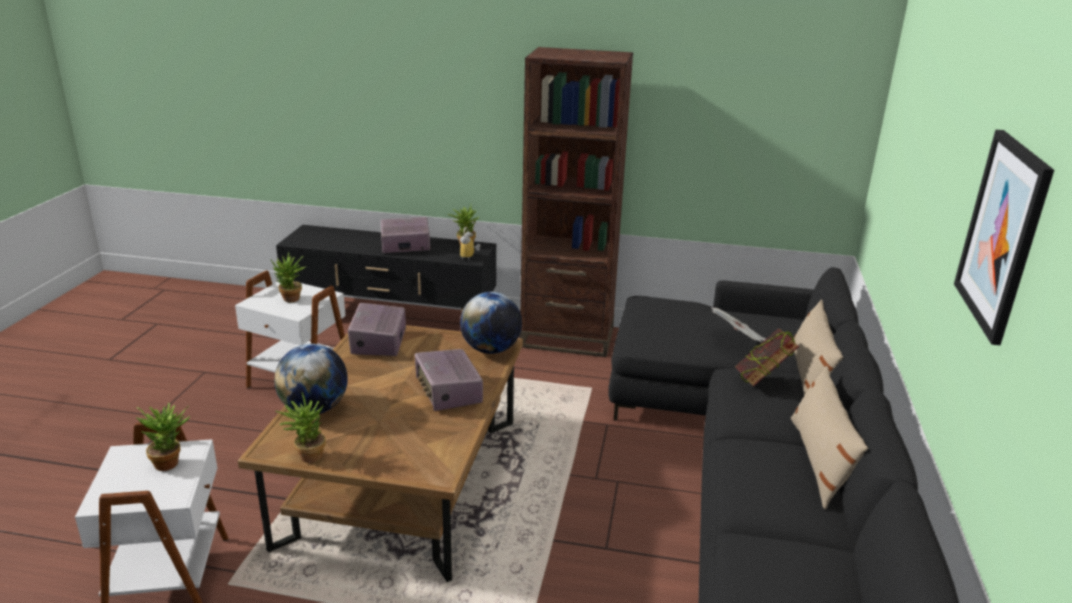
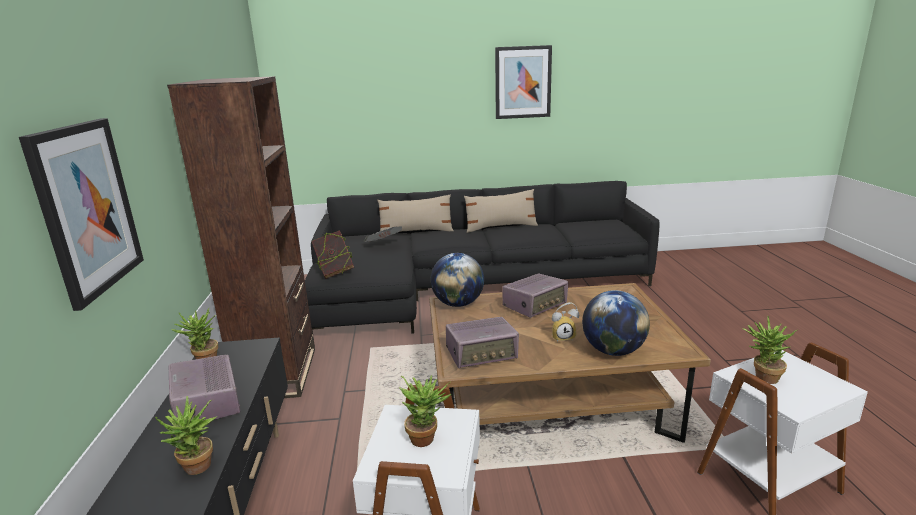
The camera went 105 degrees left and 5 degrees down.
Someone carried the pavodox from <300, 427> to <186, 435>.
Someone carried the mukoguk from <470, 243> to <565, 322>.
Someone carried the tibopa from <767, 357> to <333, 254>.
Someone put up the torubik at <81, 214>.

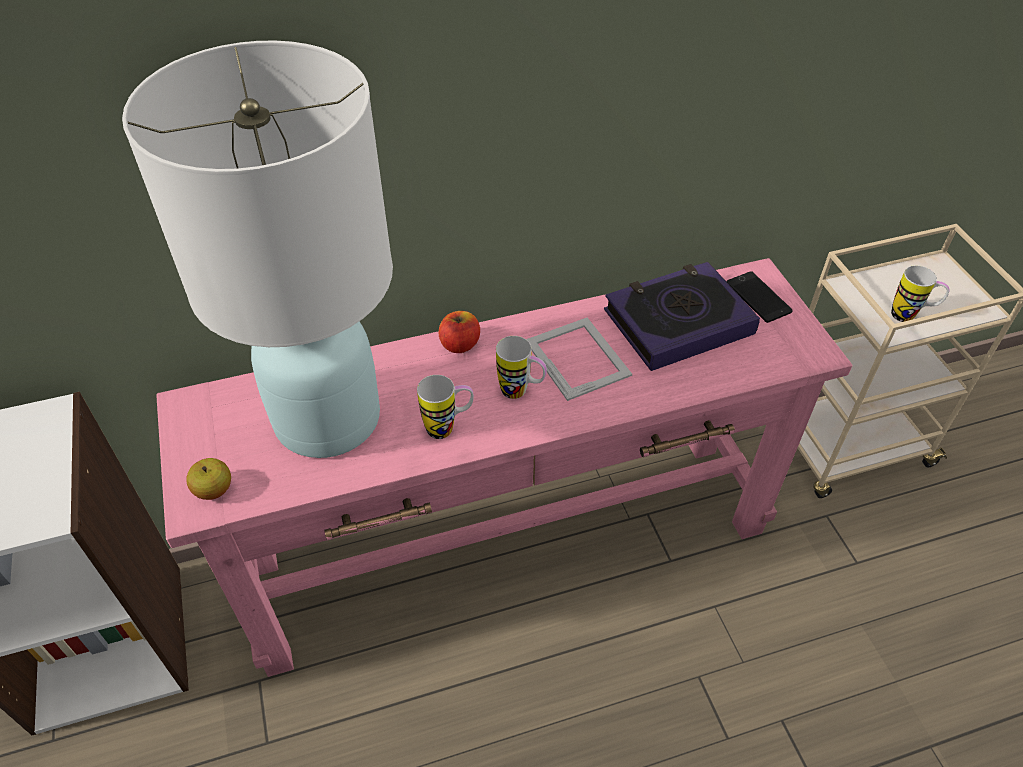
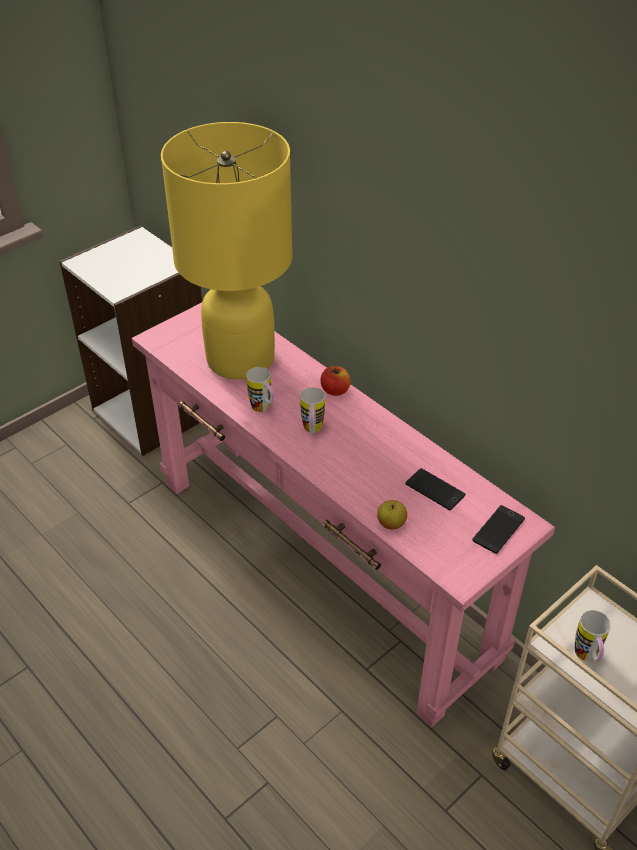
The camera went 65 degrees right and 5 degrees down.
Someone repainted the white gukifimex at <257, 249>, which became the yellow gukifimex at <227, 251>.
Someone carried the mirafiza from <208, 479> to <392, 514>.
Someone took away the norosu at <579, 359>.
Someone swapped the tibopa at <682, 316> for the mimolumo at <435, 489>.

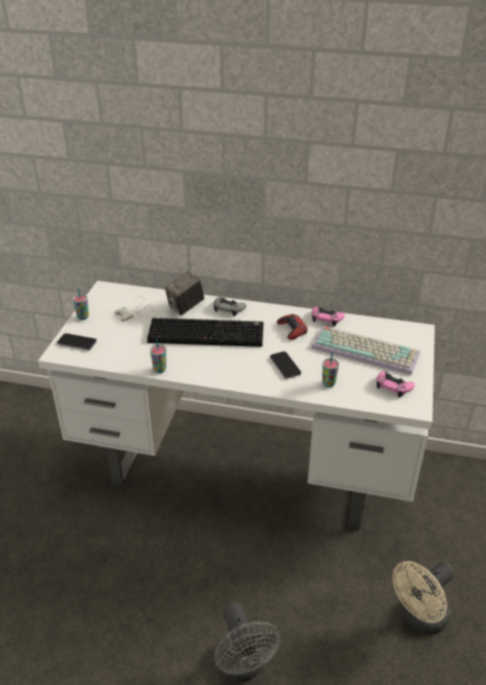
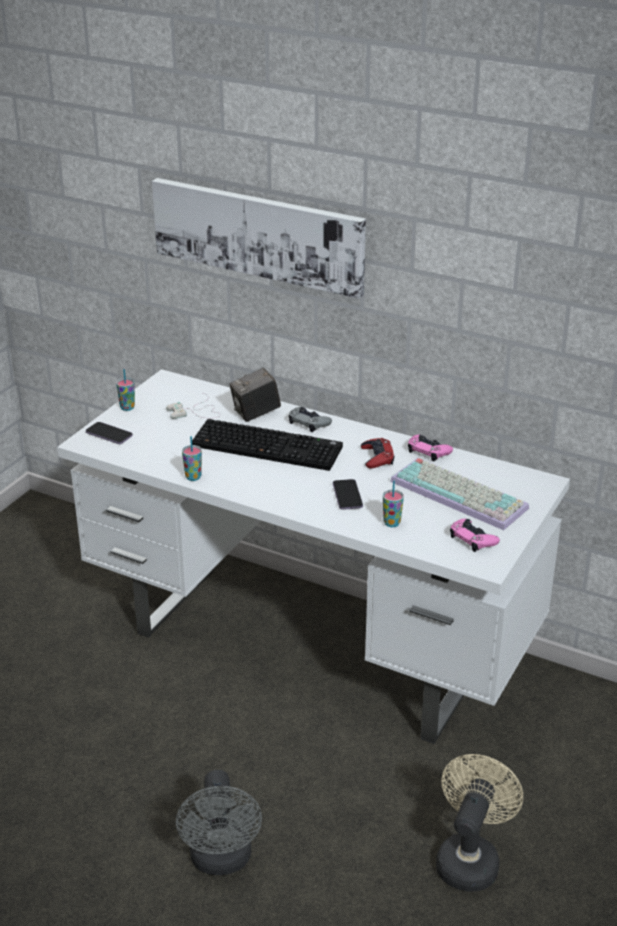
The camera went 15 degrees right and 5 degrees down.
Someone rotated the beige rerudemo at <423, 598> by 135 degrees clockwise.
Someone put up the torubik at <259, 238>.

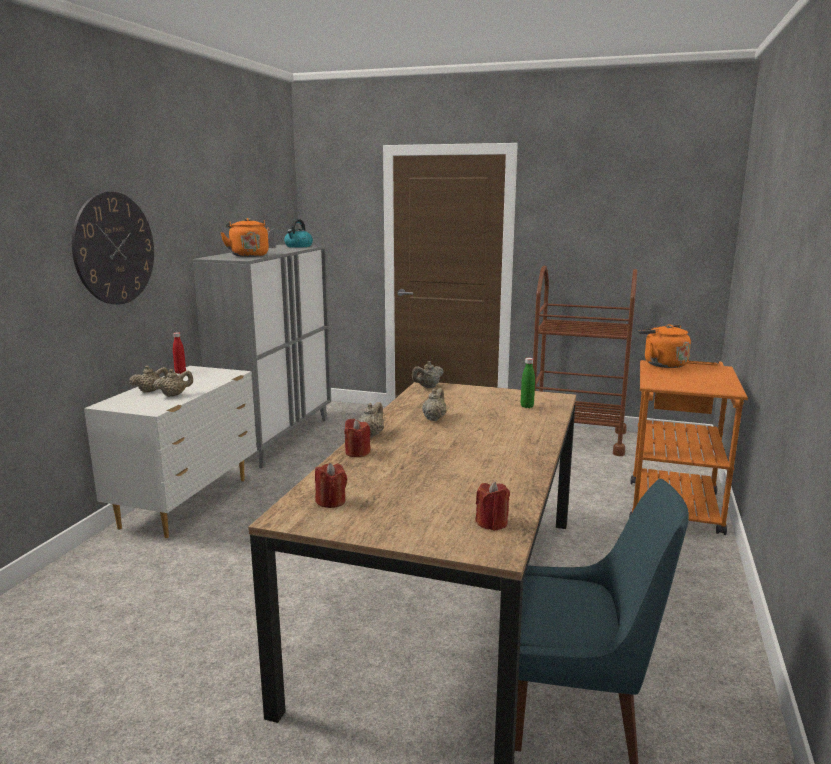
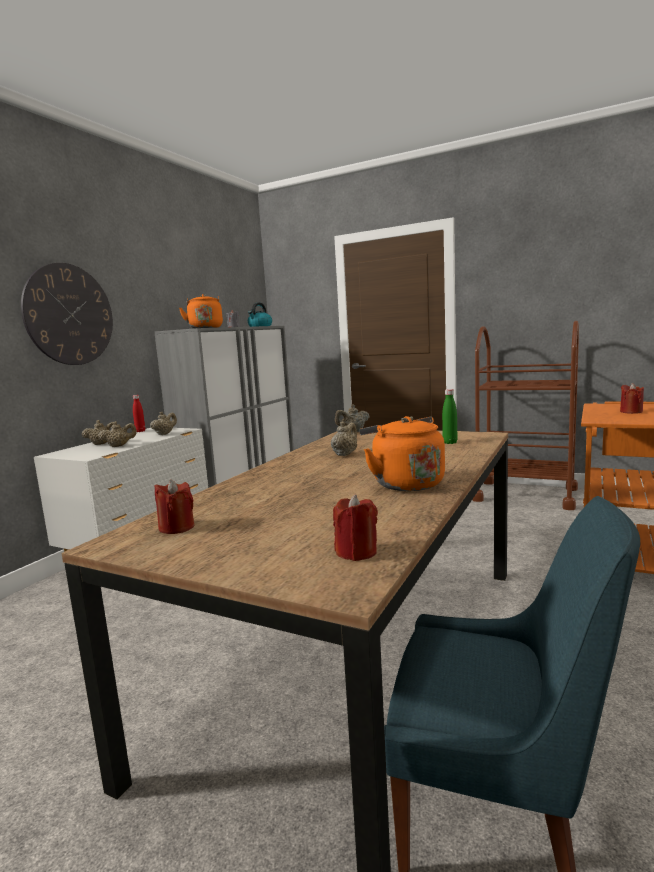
The camera went 10 degrees right and 5 degrees down.
Someone carried the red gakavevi from <357, 438> to <632, 398>.
Someone carried the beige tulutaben from <371, 420> to <163, 423>.
Someone carried the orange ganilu from <664, 346> to <402, 453>.

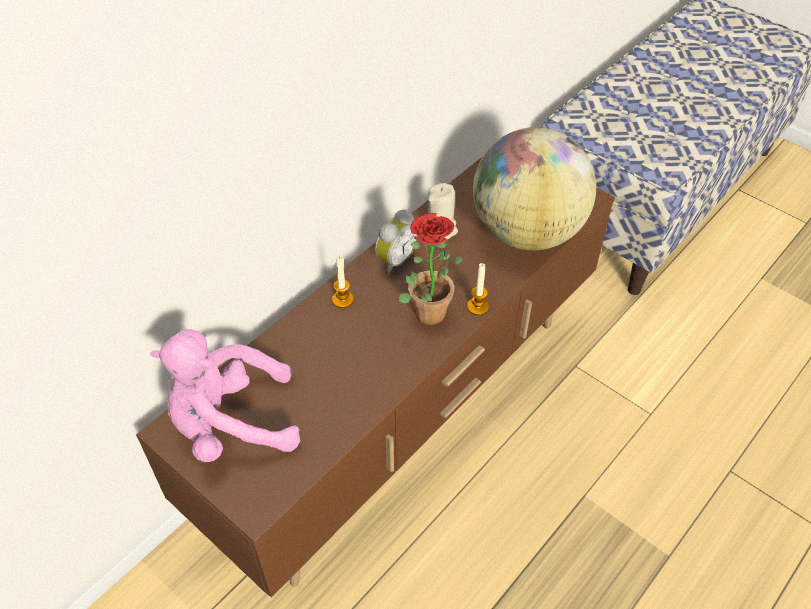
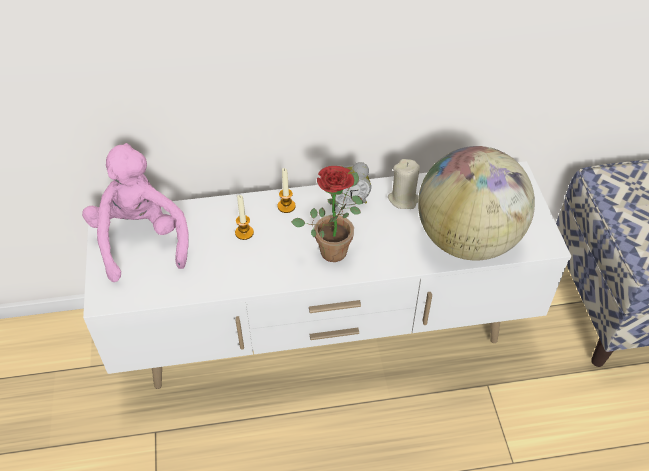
The camera went 40 degrees right and 0 degrees up.
Someone repainted the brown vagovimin at <375, 377>, which became the white vagovimin at <327, 275>.
Someone rotated the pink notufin at <225, 395> by 45 degrees clockwise.
Someone carried the gakavevi from <478, 289> to <244, 217>.

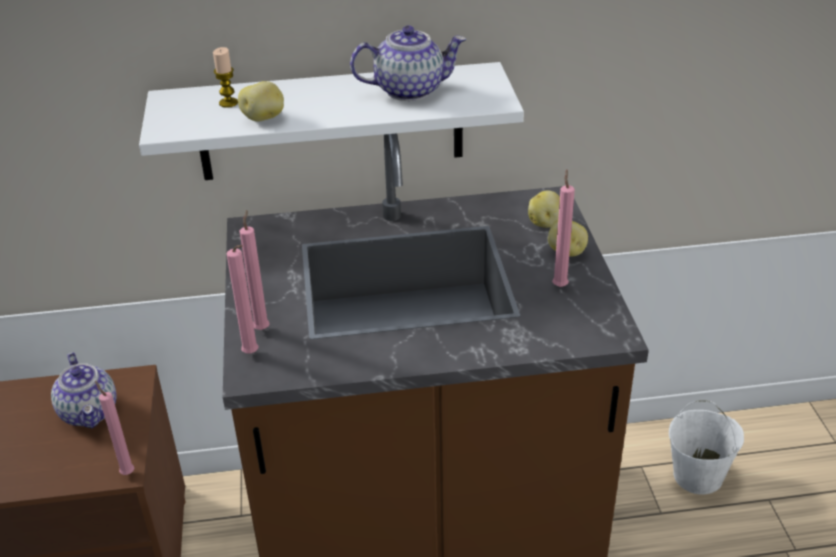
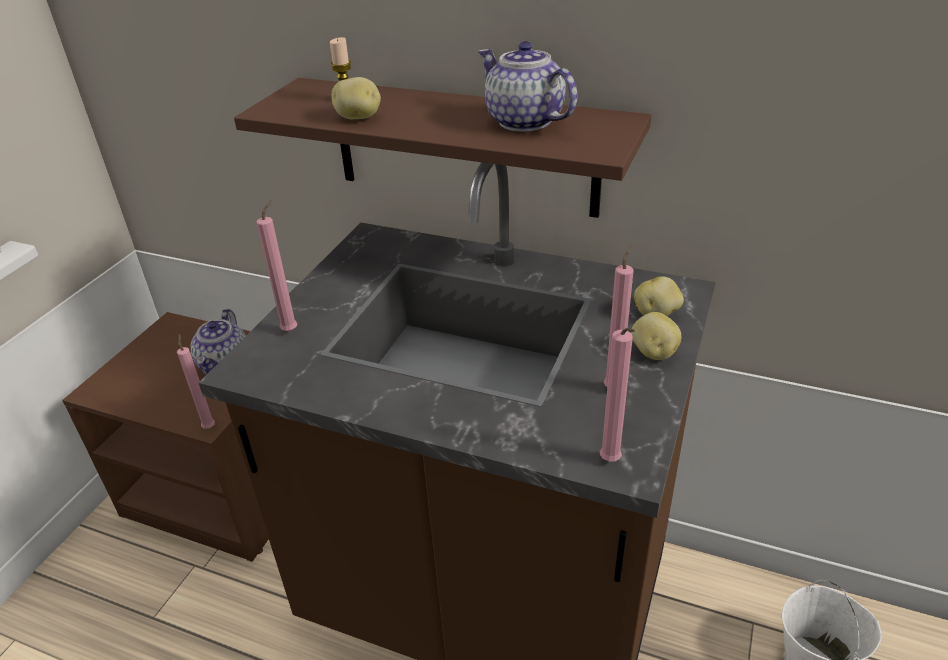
The camera went 30 degrees right and 0 degrees up.
Someone repainted the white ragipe at <331, 121>, which became the brown ragipe at <442, 148>.
Someone carried the pink gakavevi from <243, 299> to <617, 394>.
Someone rotated the tulutaben at <408, 63> by 150 degrees counterclockwise.

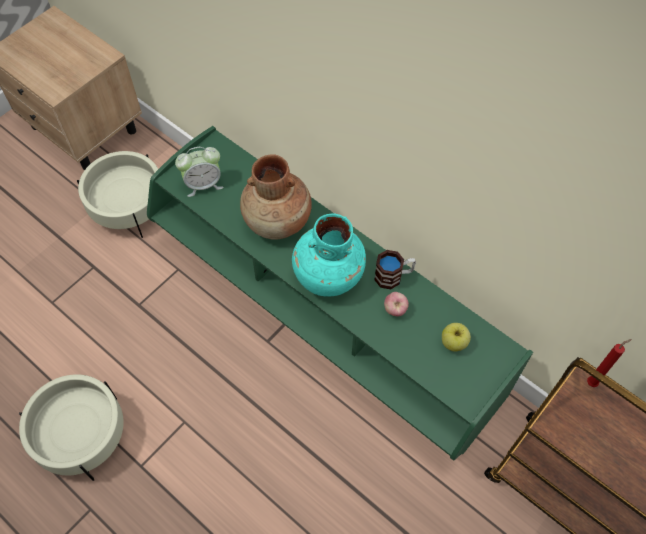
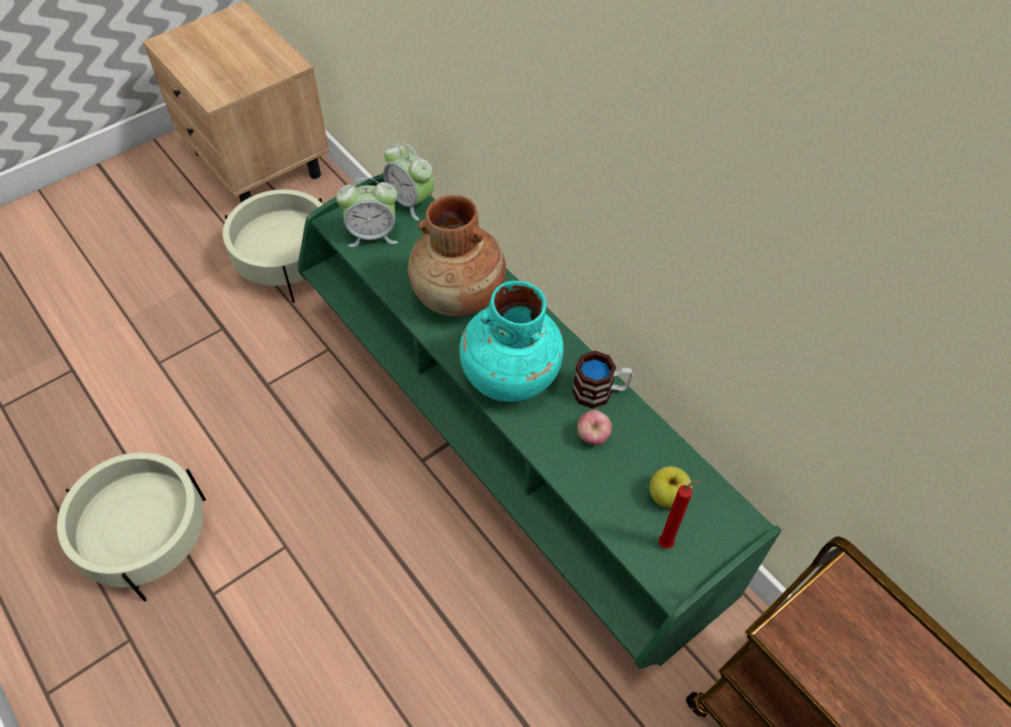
The camera went 10 degrees right and 5 degrees down.
Someone carried the red gakavevi from <609, 363> to <680, 514>.
Someone put down the mukoguk at <408, 182>.

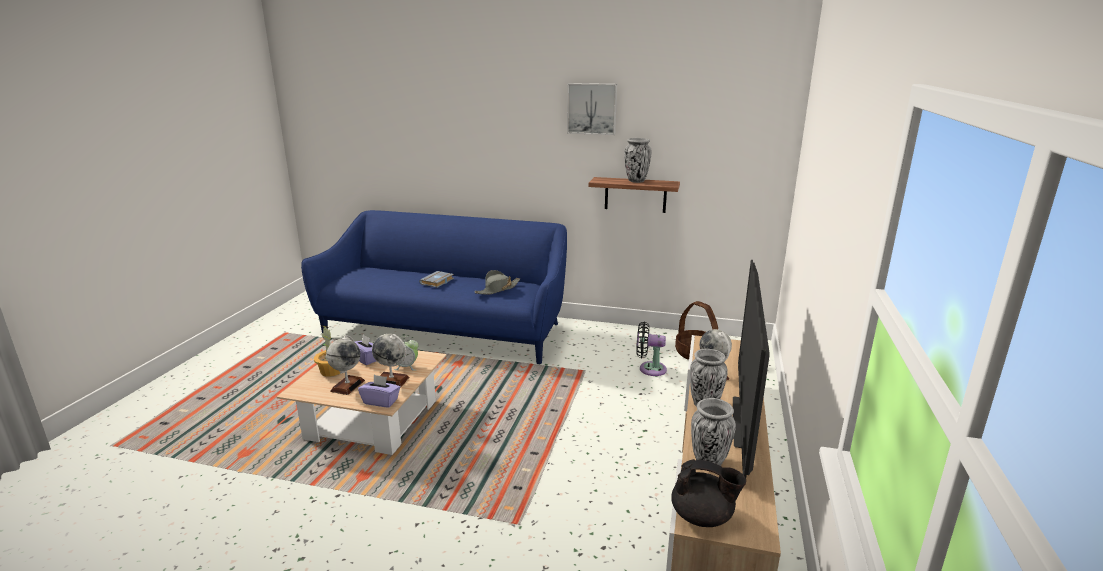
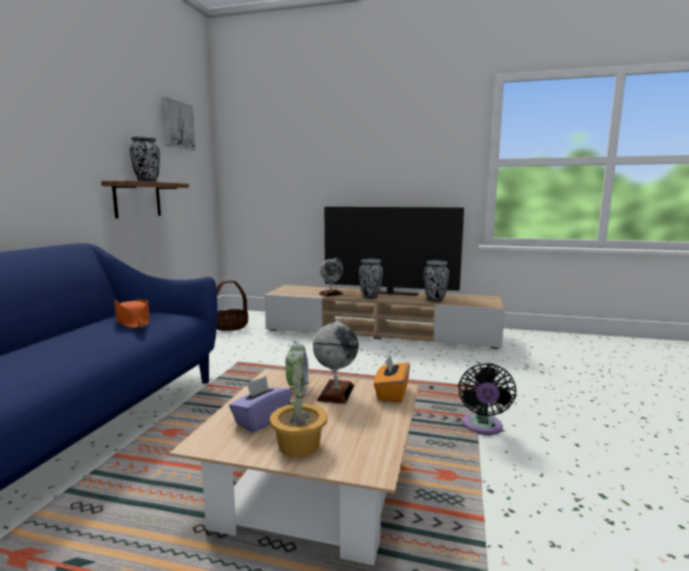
The camera went 90 degrees left and 10 degrees down.
Someone took away the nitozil at <345, 365>.
Someone repainted the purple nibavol at <379, 391>, which became the orange nibavol at <392, 378>.
Someone took away the grey tibopa at <436, 279>.
Someone repainted the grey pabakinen at <497, 282>, which became the orange pabakinen at <131, 313>.
Someone carried the torubik from <592, 109> to <178, 123>.
Someone carried the black rerudemo from <651, 349> to <487, 399>.
Someone took away the black tulutaben at <708, 493>.

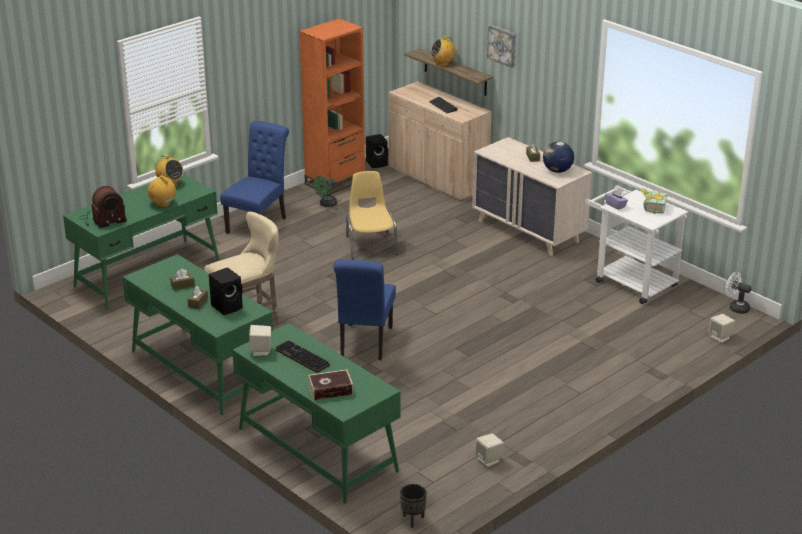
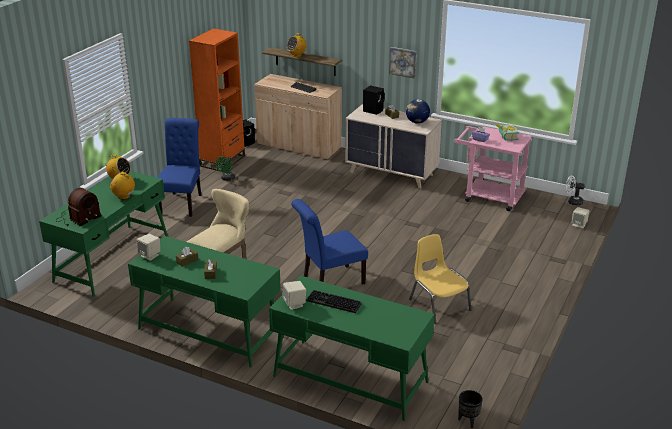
The camera went 20 degrees left and 0 degrees up.
Someone carried the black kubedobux from <226, 291> to <374, 100>.
Someone took away the tibopa at <330, 384>.
Someone rotated the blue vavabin at <365, 310> by 75 degrees clockwise.
Someone carried the yellow vavabin from <372, 215> to <440, 279>.
Someone carried the beige kubedobux from <489, 450> to <148, 247>.
Someone carried the torubik from <501, 46> to <403, 62>.
Someone repainted the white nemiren at <637, 244>, which became the pink nemiren at <493, 168>.

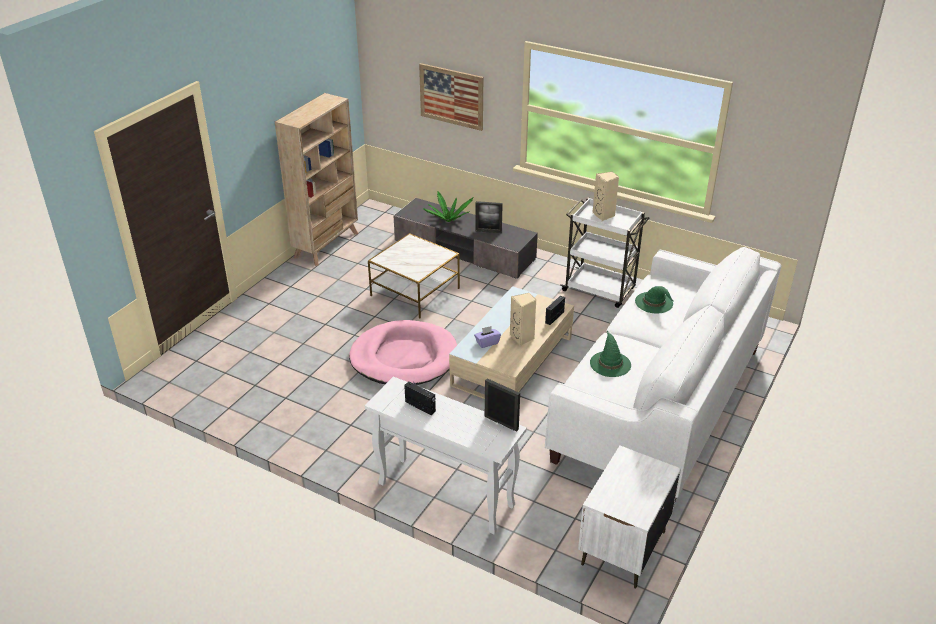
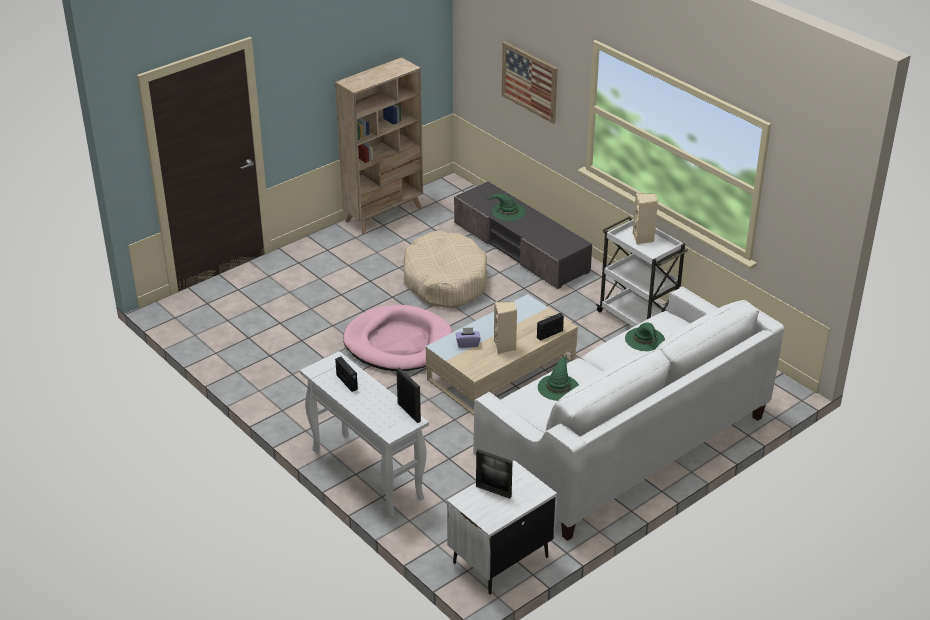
The camera went 20 degrees right and 0 degrees up.
Someone swapped the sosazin at <414, 275> for the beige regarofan at <445, 269>.
Someone swapped the pavodox at <448, 206> for the green pabakinen at <504, 207>.
Someone carried the norosu from <489, 217> to <494, 474>.

